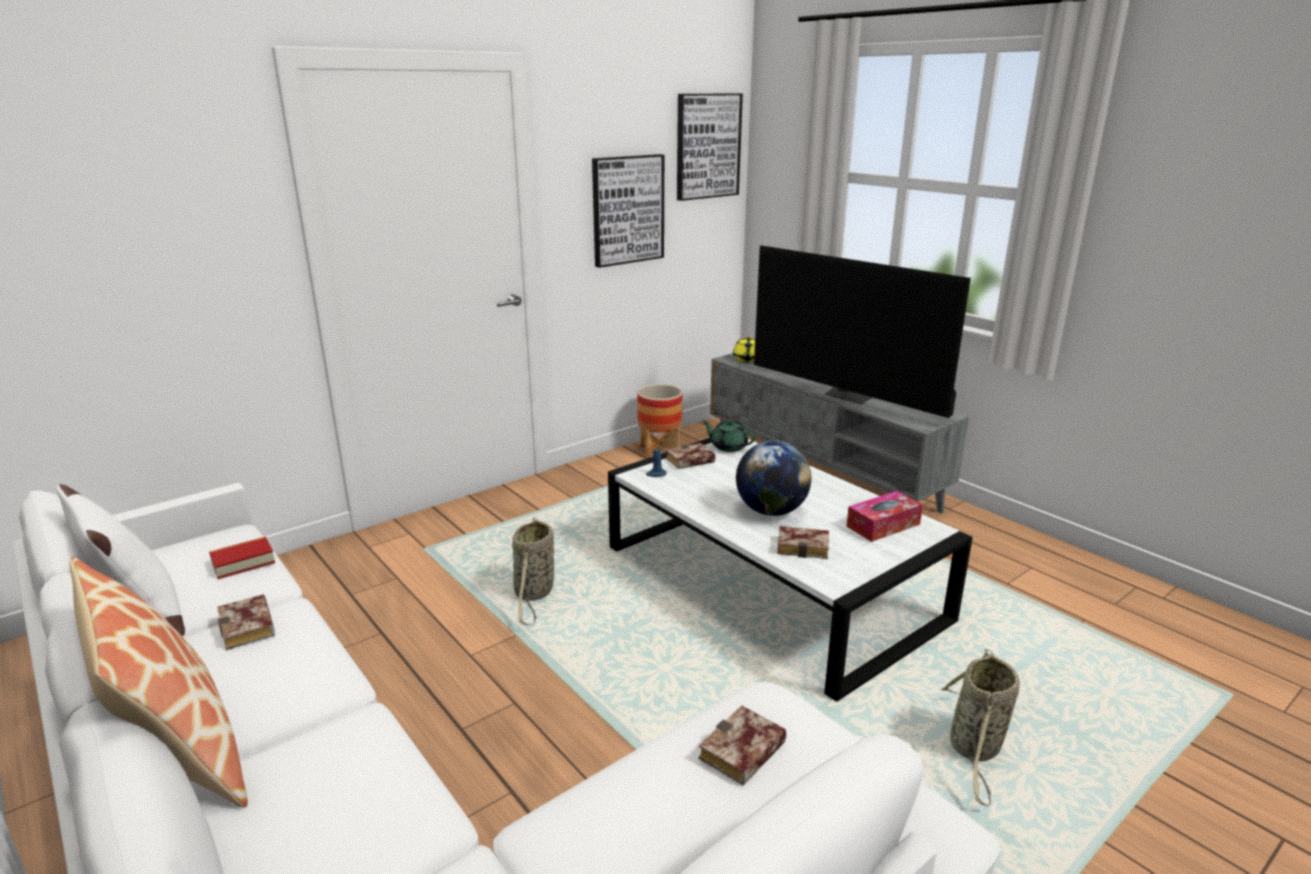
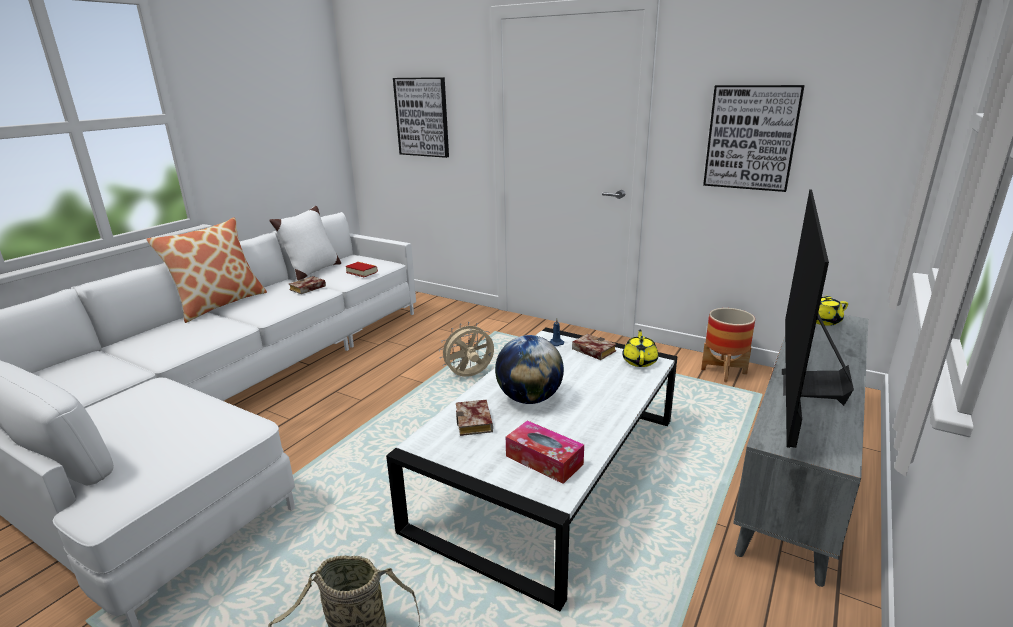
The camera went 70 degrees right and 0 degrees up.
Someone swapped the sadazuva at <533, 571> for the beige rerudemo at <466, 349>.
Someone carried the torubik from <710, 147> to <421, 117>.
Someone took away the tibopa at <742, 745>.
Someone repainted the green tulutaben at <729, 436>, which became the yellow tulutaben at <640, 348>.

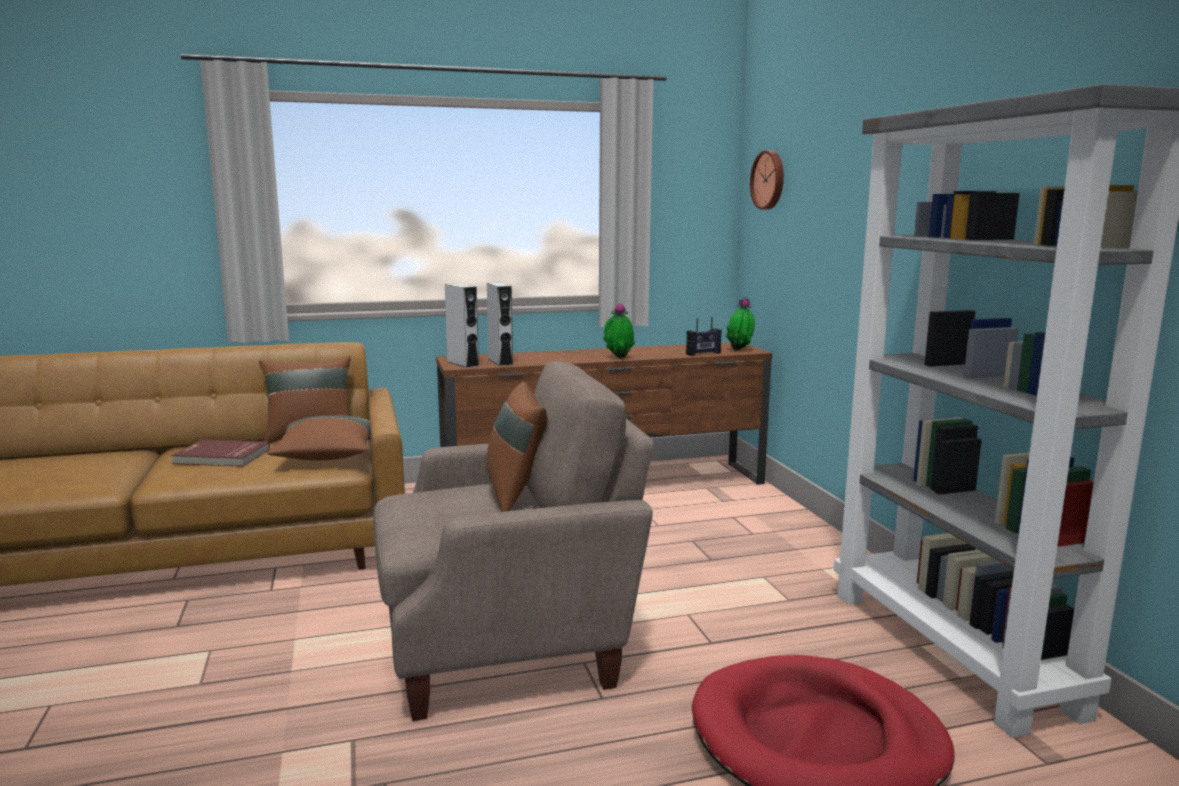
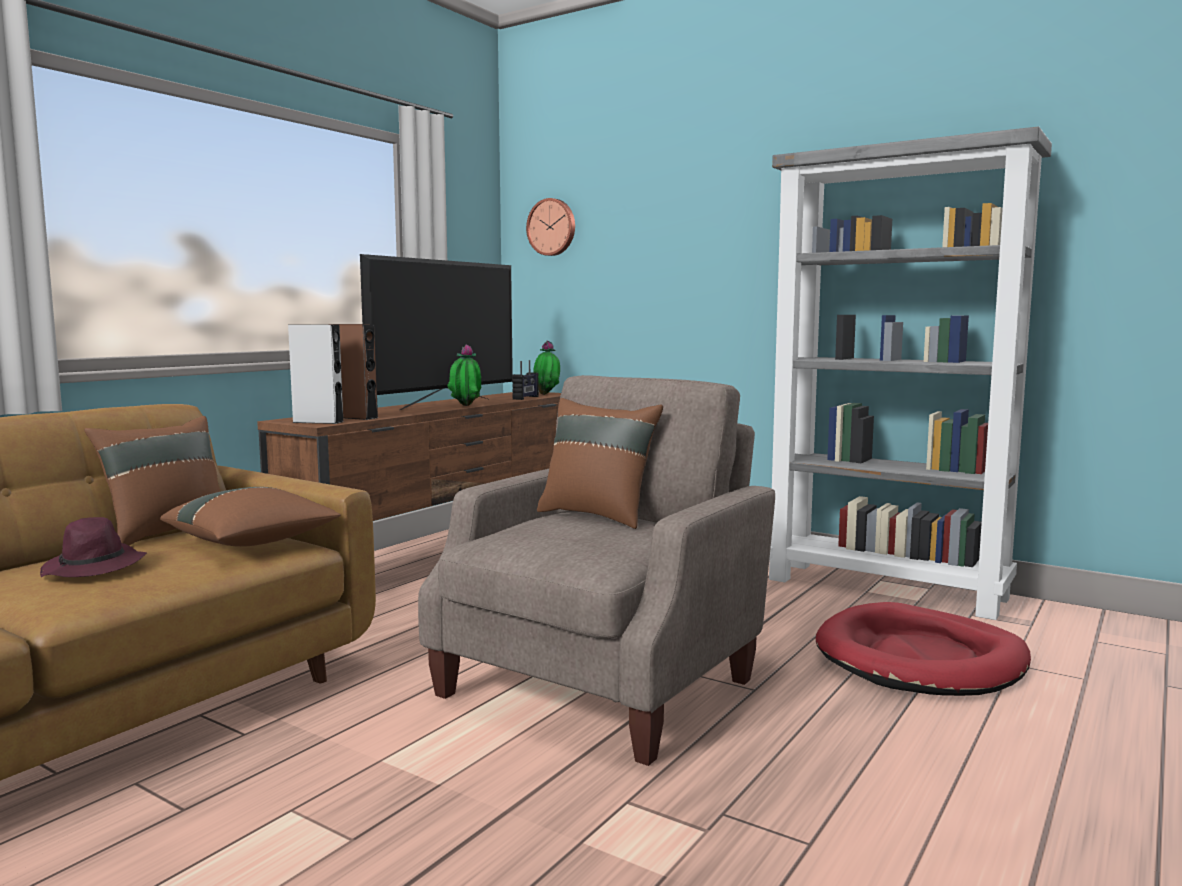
The camera went 40 degrees left and 5 degrees down.
Someone swapped the red tibopa at <220, 453> for the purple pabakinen at <93, 547>.
Someone repainted the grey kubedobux at <500, 324>, which became the brown kubedobux at <358, 372>.
Someone put down the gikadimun at <436, 332>.

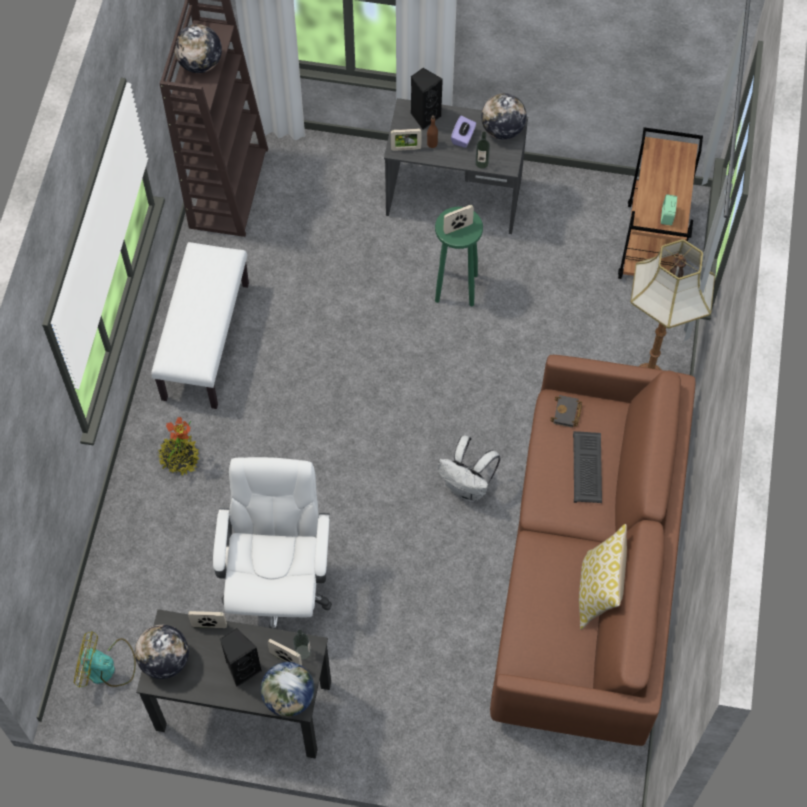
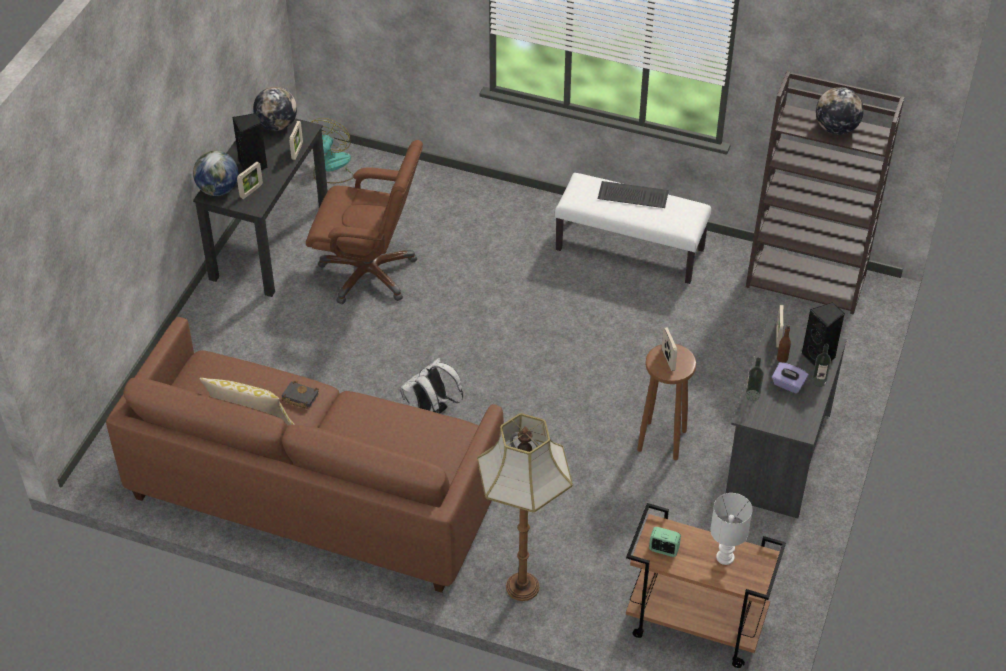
The camera went 100 degrees right and 15 degrees down.
Someone took away the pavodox at <178, 446>.
Someone repainted the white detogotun at <272, 543>, which became the brown detogotun at <364, 222>.
Someone carried the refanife from <302, 645> to <821, 365>.
Someone repainted the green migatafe at <459, 256>, which became the brown migatafe at <667, 402>.
Someone took away the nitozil at <504, 116>.
Someone carried the black tibopa from <566, 411> to <300, 395>.
Someone carried the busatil from <587, 467> to <633, 194>.
Someone put down the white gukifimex at <731, 529>.

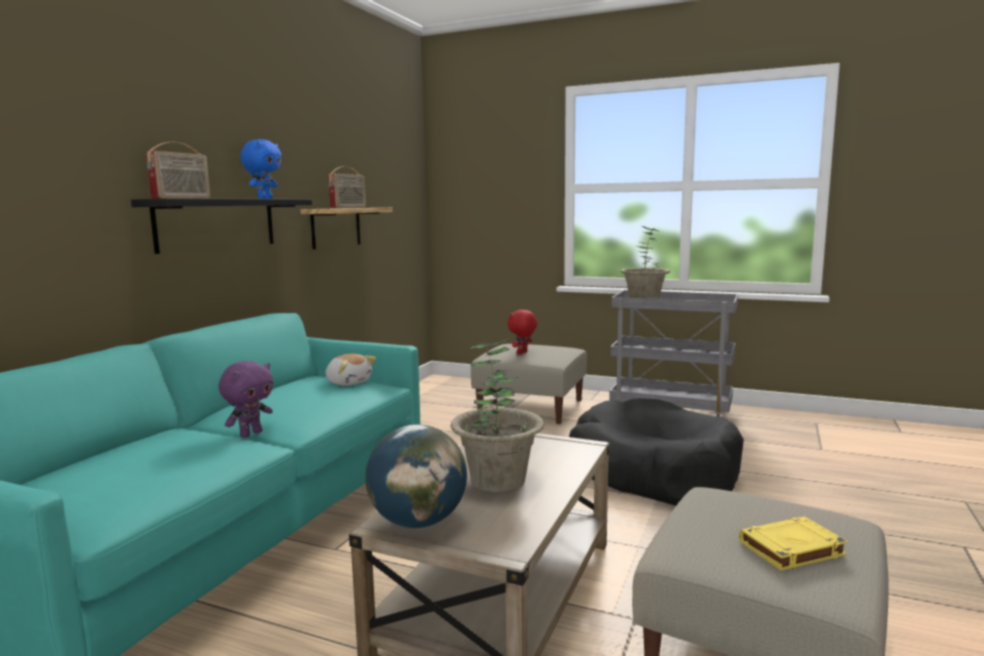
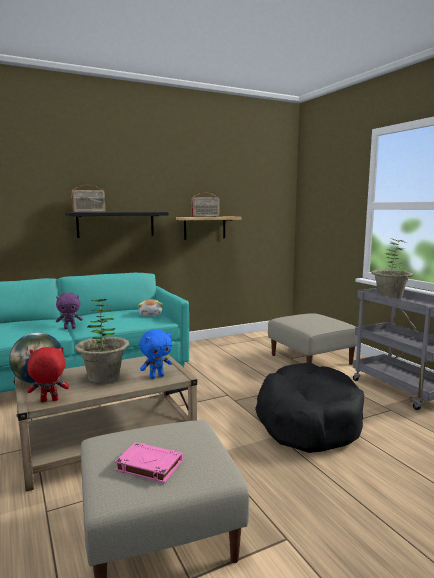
The camera went 40 degrees right and 0 degrees up.
Someone carried the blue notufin from <261, 169> to <155, 354>.
Someone carried the red notufin from <522, 332> to <48, 374>.
Someone repainted the yellow tibopa at <793, 543>, which became the pink tibopa at <149, 462>.

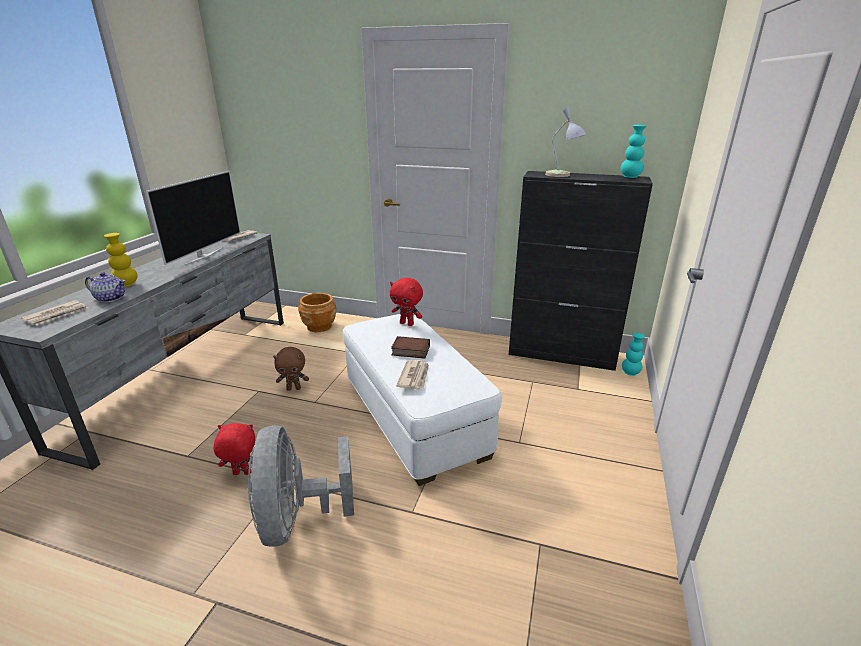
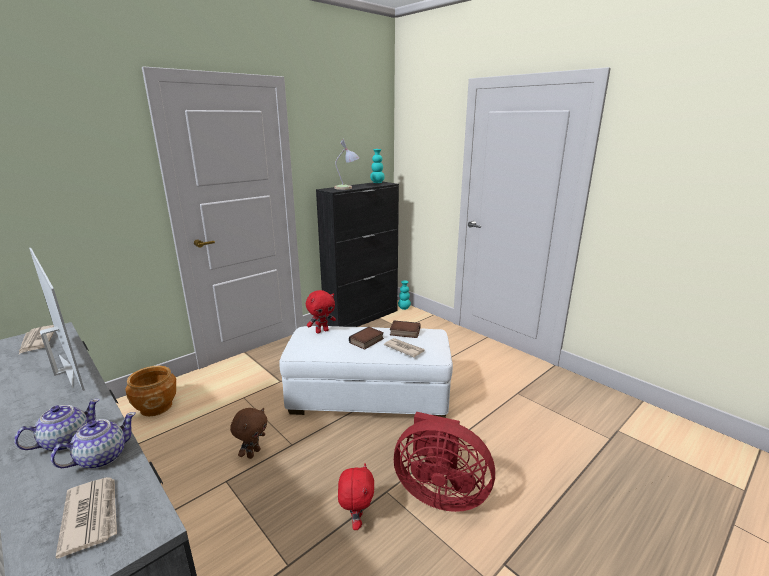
The camera went 60 degrees left and 5 degrees down.
Someone swapped the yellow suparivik at <121, 260> for the tulutaben at <57, 425>.
Someone rotated the red notufin at <234, 449> by 150 degrees clockwise.
Someone repainted the grey rerudemo at <300, 486>, which became the red rerudemo at <444, 462>.
Someone put down the tibopa at <405, 329>.

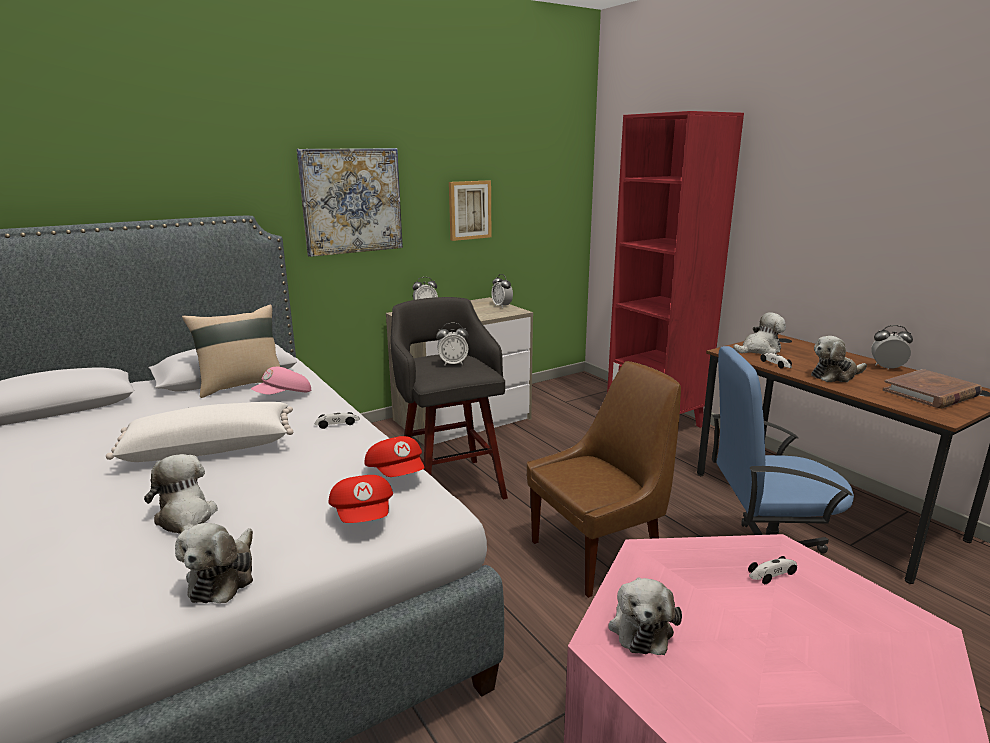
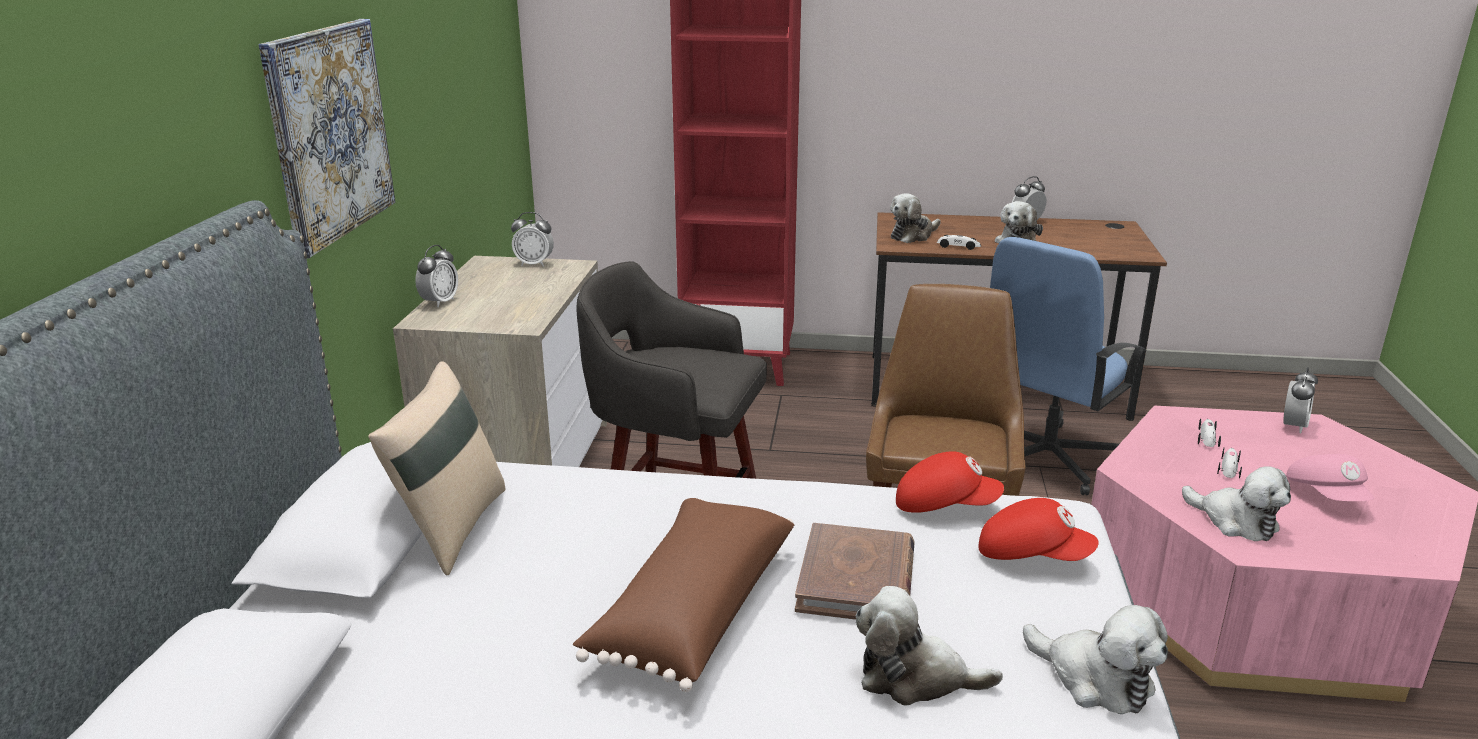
The camera went 50 degrees left and 5 degrees up.
Someone repainted the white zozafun at <199, 432>, which became the brown zozafun at <683, 595>.
Someone carried the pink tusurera from <281, 381> to <1330, 477>.
Someone carried the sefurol from <337, 420> to <1229, 463>.
Someone carried the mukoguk from <452, 344> to <1300, 400>.
Someone took away the torubik at <470, 210>.
Someone rotated the notufin at <759, 333> by 150 degrees counterclockwise.
Someone carried the brown tibopa from <932, 388> to <855, 571>.

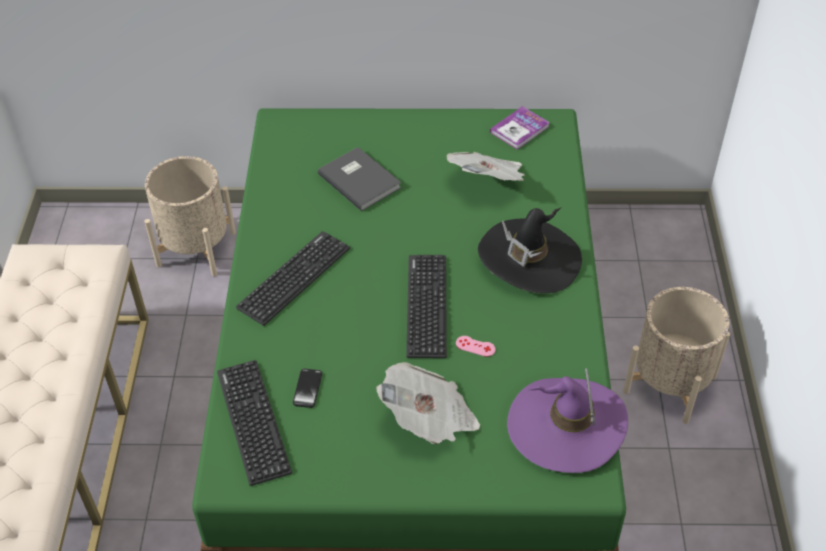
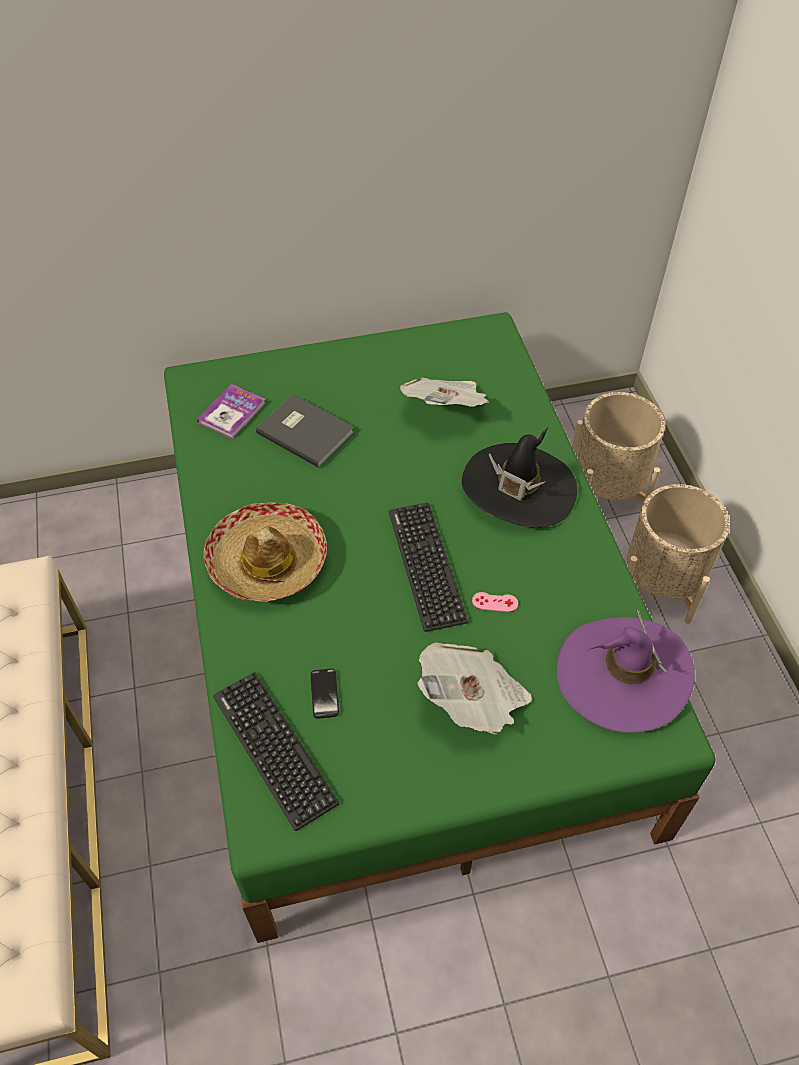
The camera went 15 degrees left and 5 degrees up.
Someone carried the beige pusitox from <190, 216> to <618, 452>.
Someone swapped the busatil at <293, 278> for the pabakinen at <265, 552>.
Someone carried the tibopa from <520, 128> to <231, 411>.

